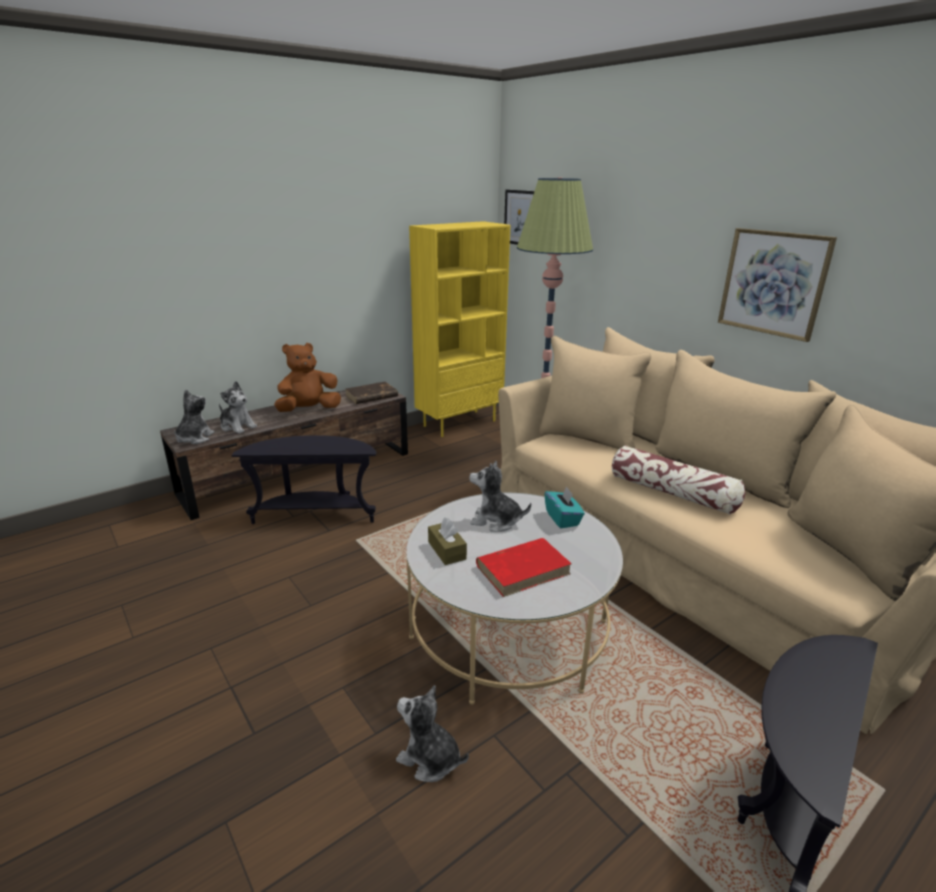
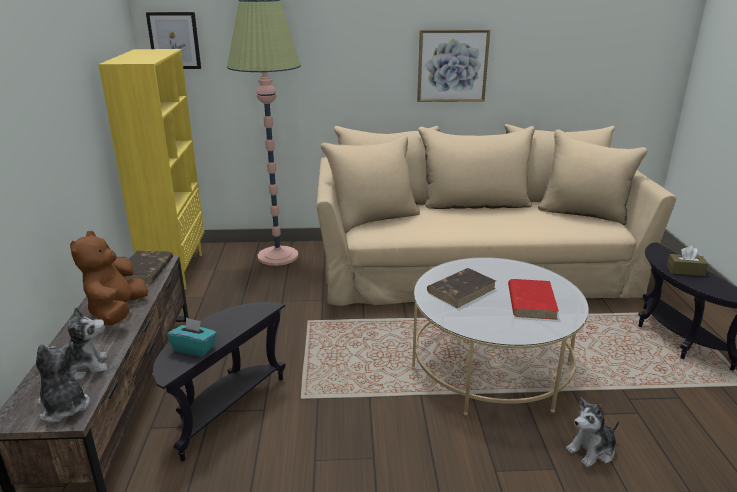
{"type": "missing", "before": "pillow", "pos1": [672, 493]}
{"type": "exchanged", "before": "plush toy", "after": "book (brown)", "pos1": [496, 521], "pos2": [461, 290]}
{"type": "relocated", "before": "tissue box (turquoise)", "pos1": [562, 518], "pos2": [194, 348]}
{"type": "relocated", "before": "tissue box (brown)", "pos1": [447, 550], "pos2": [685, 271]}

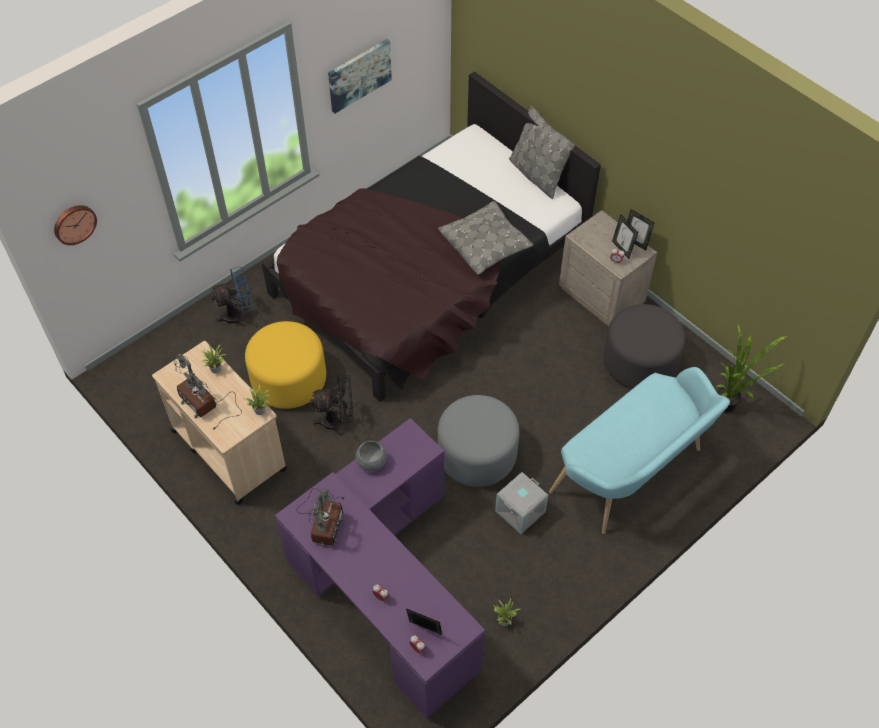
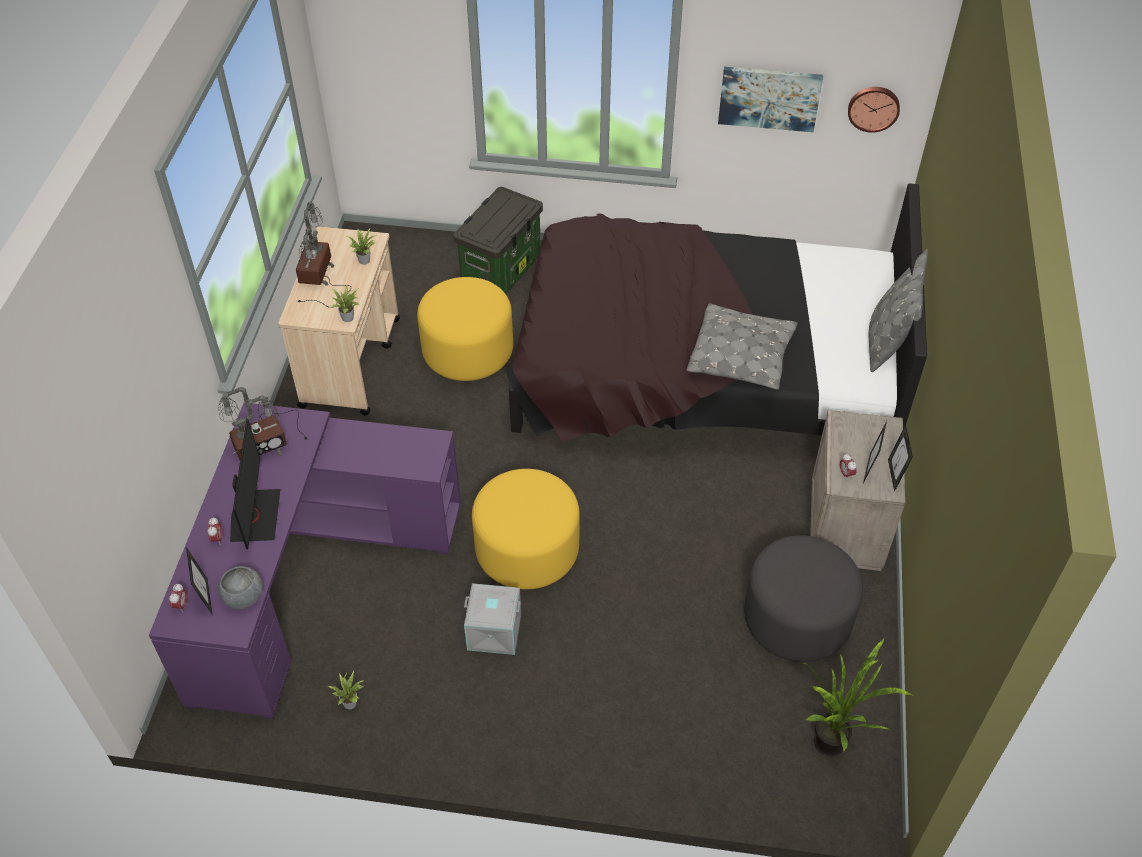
{"type": "relocated", "before": "wall clock", "pos1": [74, 223], "pos2": [873, 107]}
{"type": "exchanged", "before": "fan (blue)", "after": "storage box", "pos1": [238, 315], "pos2": [501, 270]}
{"type": "missing", "before": "bench (turquoise)", "pos1": [632, 474]}
{"type": "missing", "before": "fan (black)", "pos1": [337, 421]}
{"type": "colour", "before": "ottoman (grey)", "after": "ottoman (yellow)", "pos1": [477, 455], "pos2": [527, 550]}
{"type": "relocated", "before": "bowl (grey)", "pos1": [371, 462], "pos2": [243, 596]}
{"type": "appeared", "after": "monitor", "pos2": [254, 516]}

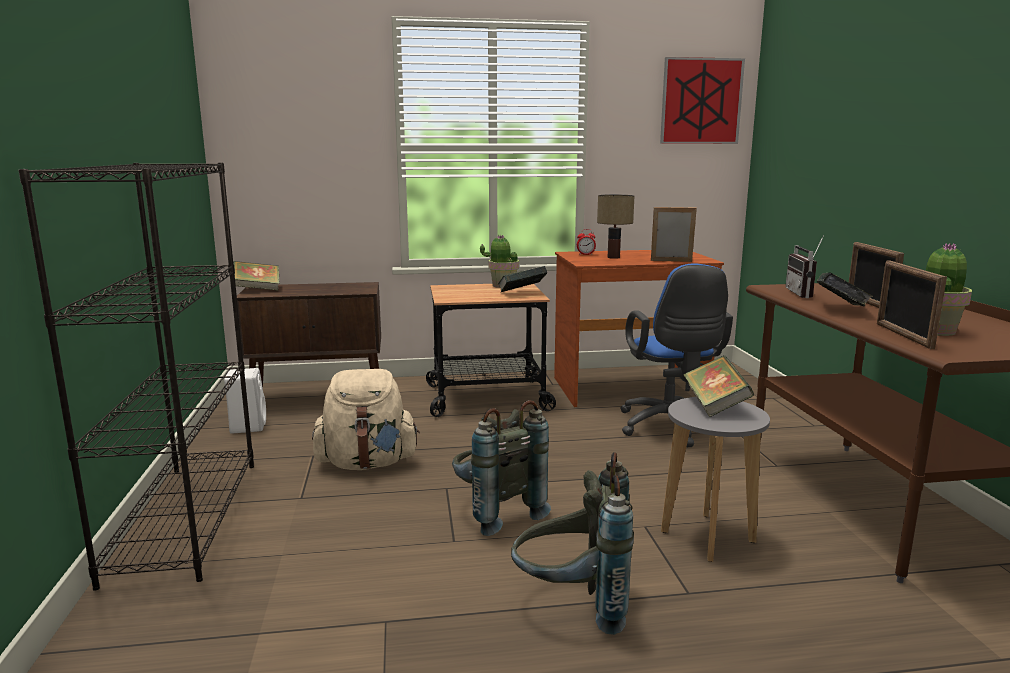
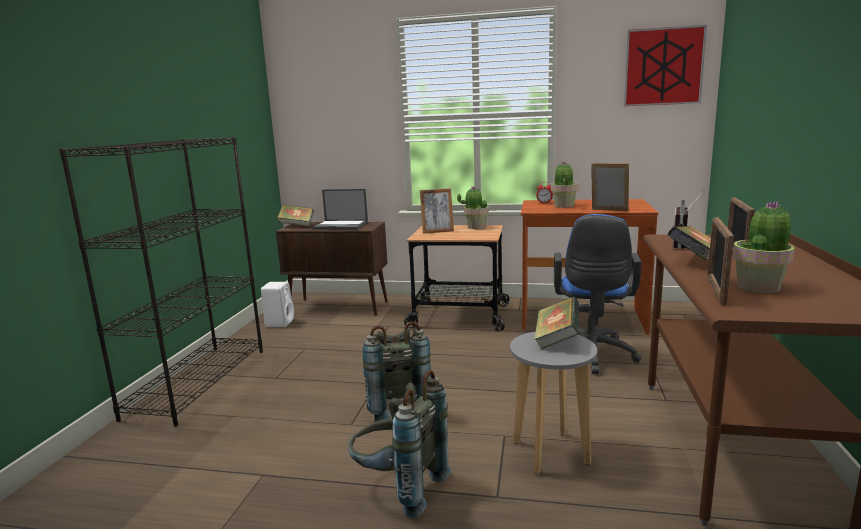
{"type": "exchanged", "before": "table lamp", "after": "potted plant", "pos1": [613, 257], "pos2": [563, 206]}
{"type": "missing", "before": "book", "pos1": [522, 293]}
{"type": "missing", "before": "backpack (beige)", "pos1": [367, 463]}
{"type": "appeared", "after": "picture frame", "pos2": [437, 231]}
{"type": "appeared", "after": "laptop", "pos2": [341, 225]}

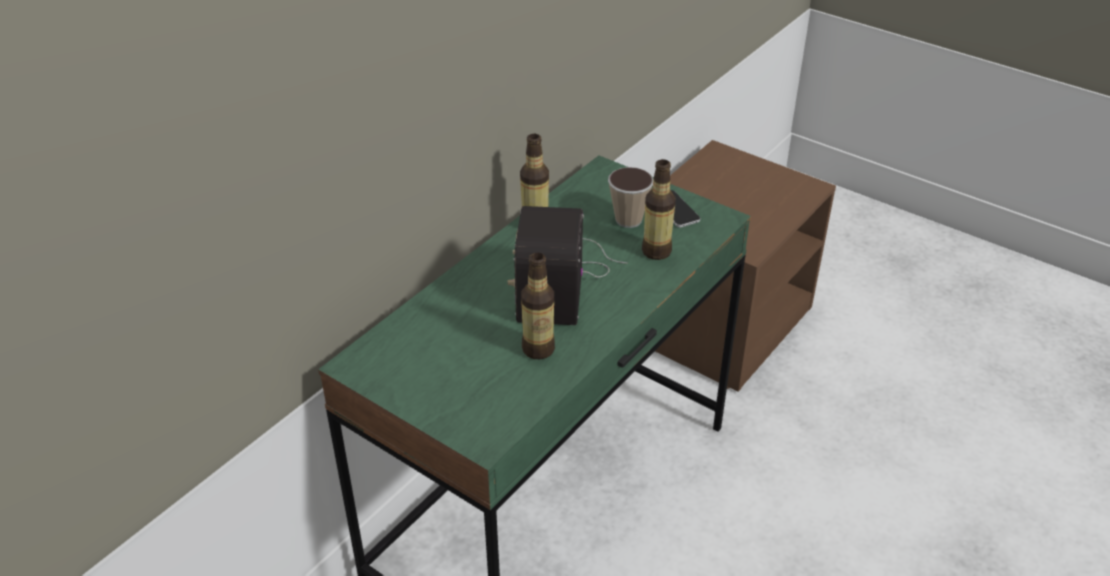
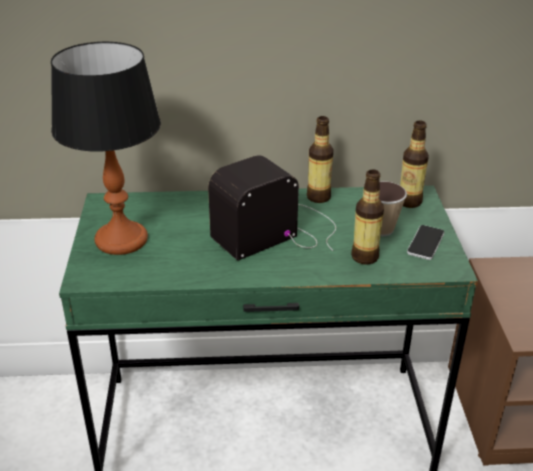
{"type": "relocated", "before": "bottle", "pos1": [538, 349], "pos2": [409, 202]}
{"type": "appeared", "after": "table lamp", "pos2": [120, 240]}

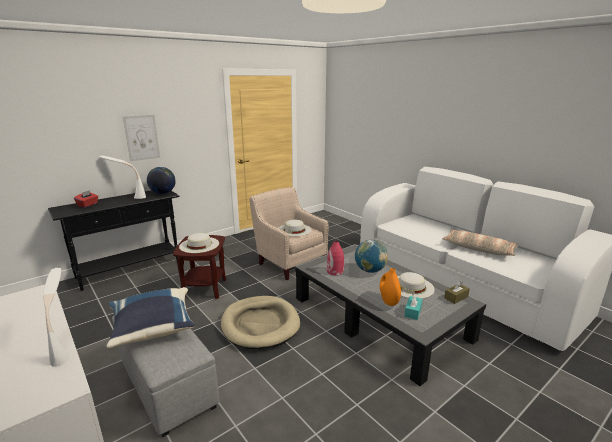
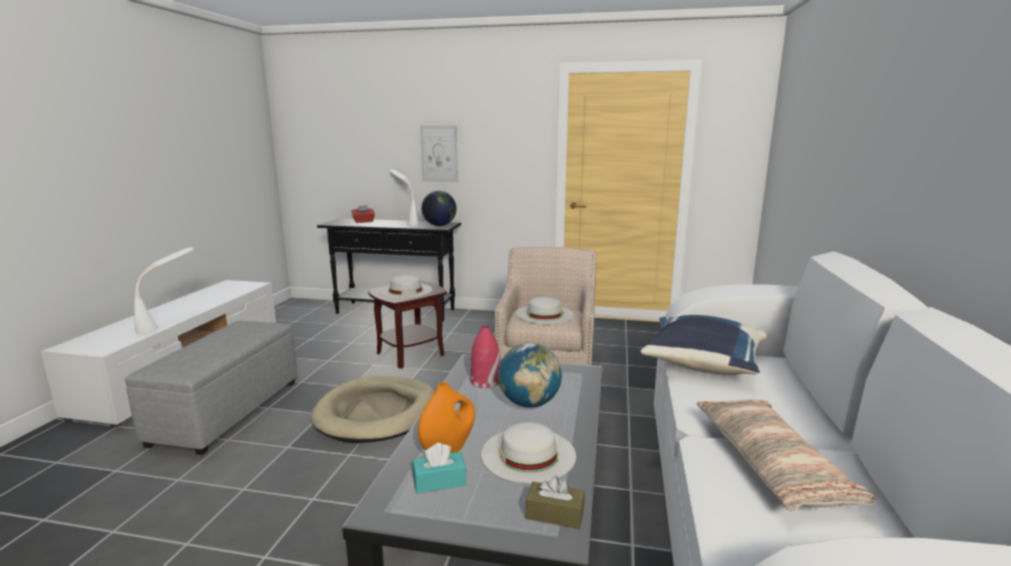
{"type": "relocated", "before": "pillow (blue)", "pos1": [153, 328], "pos2": [702, 364]}

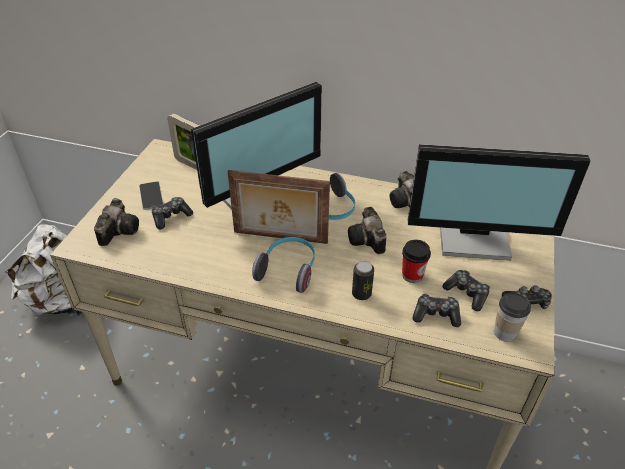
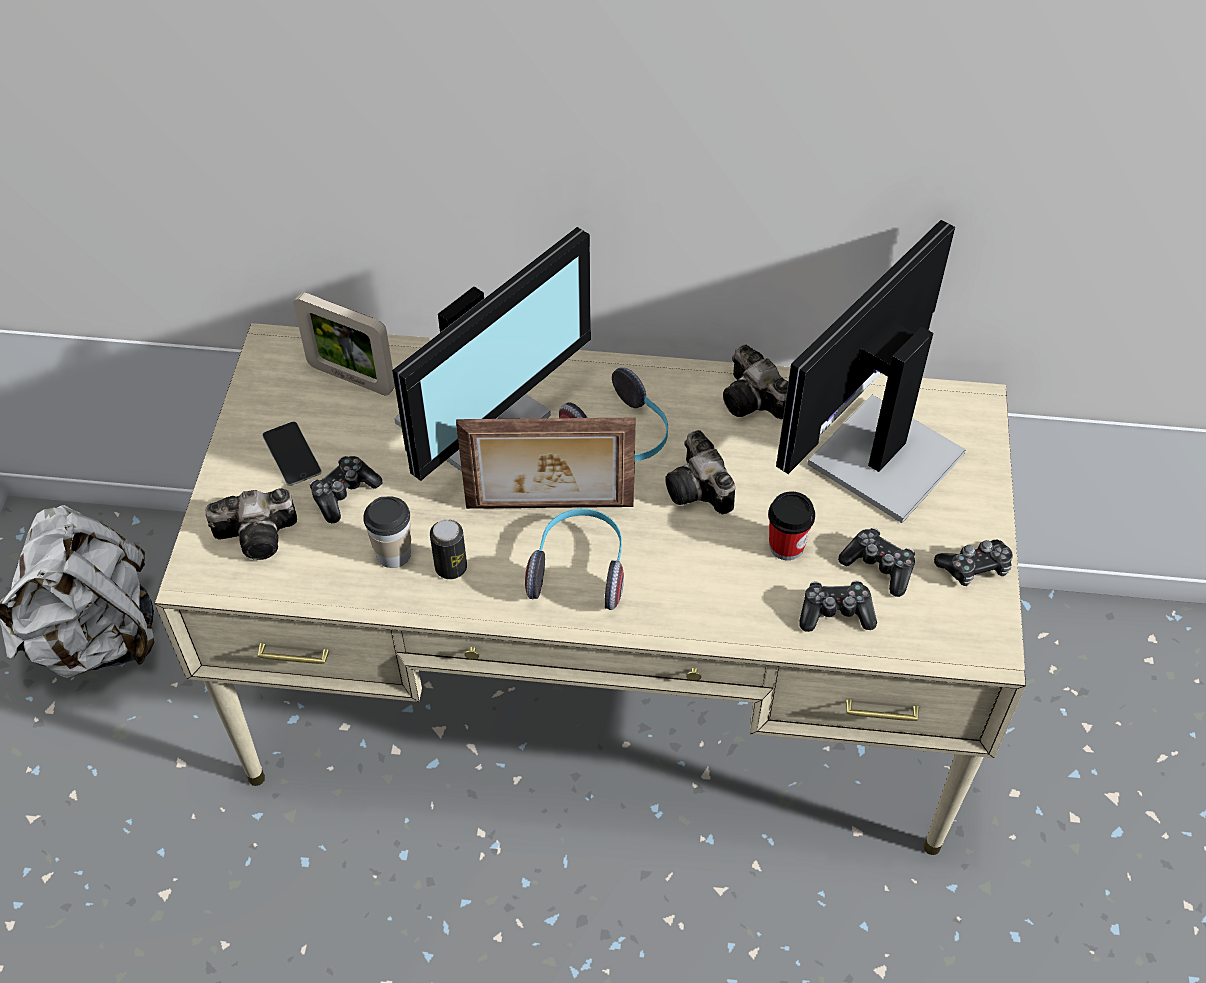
{"type": "spun", "before": "monitor", "pos1": [474, 238], "pos2": [878, 457], "turn": 135}
{"type": "spun", "before": "photo camera", "pos1": [120, 230], "pos2": [261, 534], "turn": 75}
{"type": "relocated", "before": "can", "pos1": [361, 294], "pos2": [451, 567]}
{"type": "relocated", "before": "cup", "pos1": [505, 332], "pos2": [393, 554]}

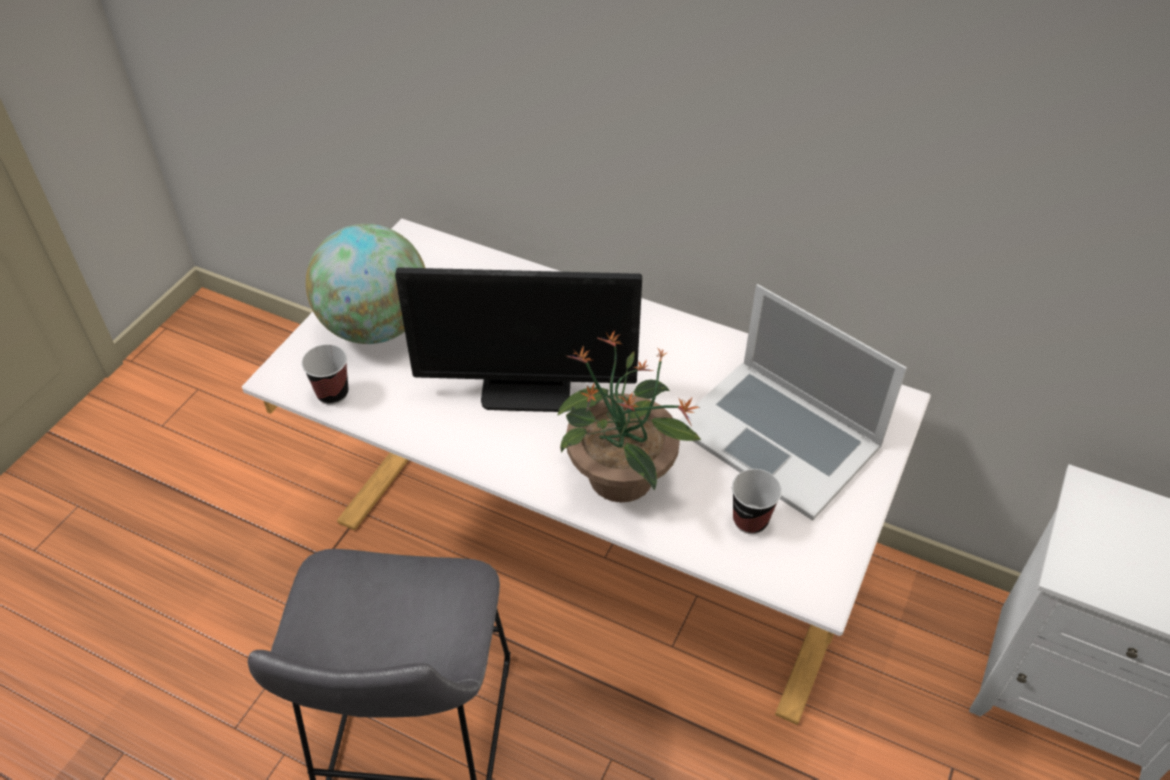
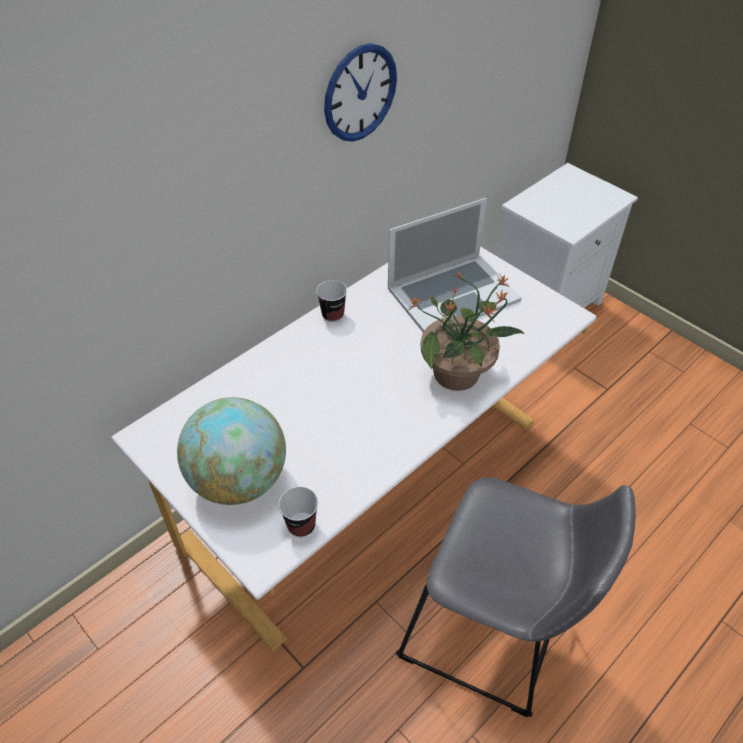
{"type": "missing", "before": "monitor", "pos1": [526, 389]}
{"type": "relocated", "before": "cup", "pos1": [750, 520], "pos2": [333, 315]}
{"type": "appeared", "after": "wall clock", "pos2": [360, 93]}

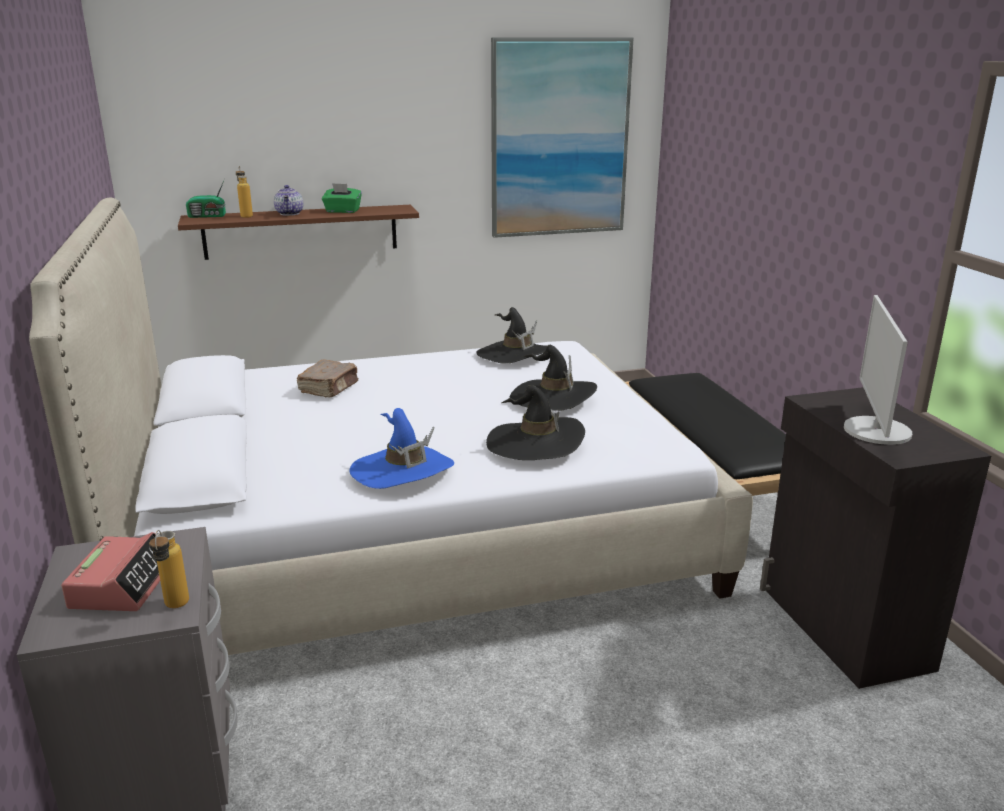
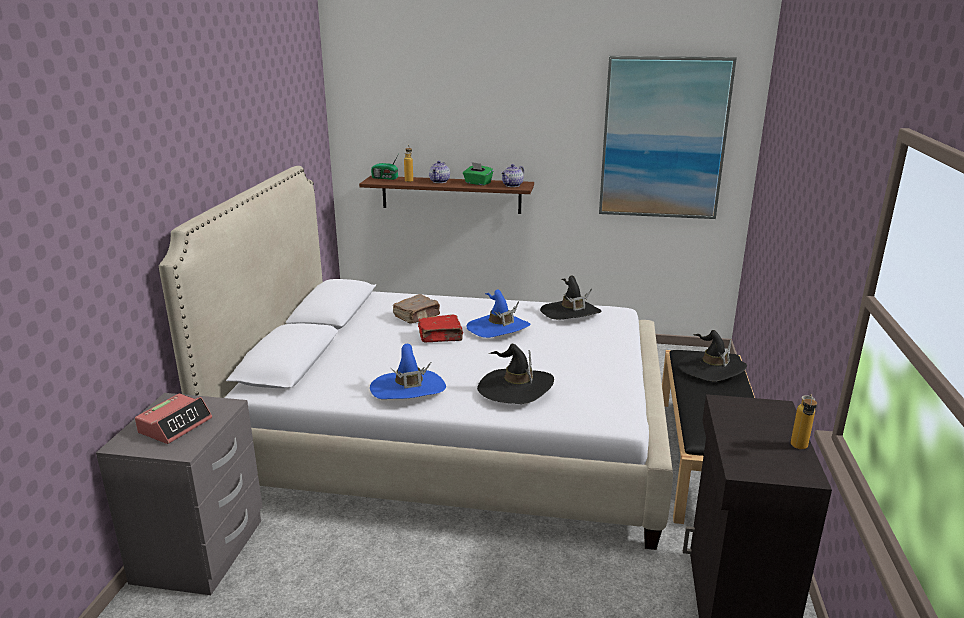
{"type": "missing", "before": "monitor", "pos1": [876, 431]}
{"type": "relocated", "before": "hat (black)", "pos1": [553, 398], "pos2": [711, 369]}
{"type": "relocated", "before": "bottle", "pos1": [175, 608], "pos2": [799, 449]}
{"type": "appeared", "after": "teapot", "pos2": [512, 185]}
{"type": "appeared", "after": "hat (blue)", "pos2": [498, 329]}
{"type": "appeared", "after": "book (red)", "pos2": [441, 337]}

